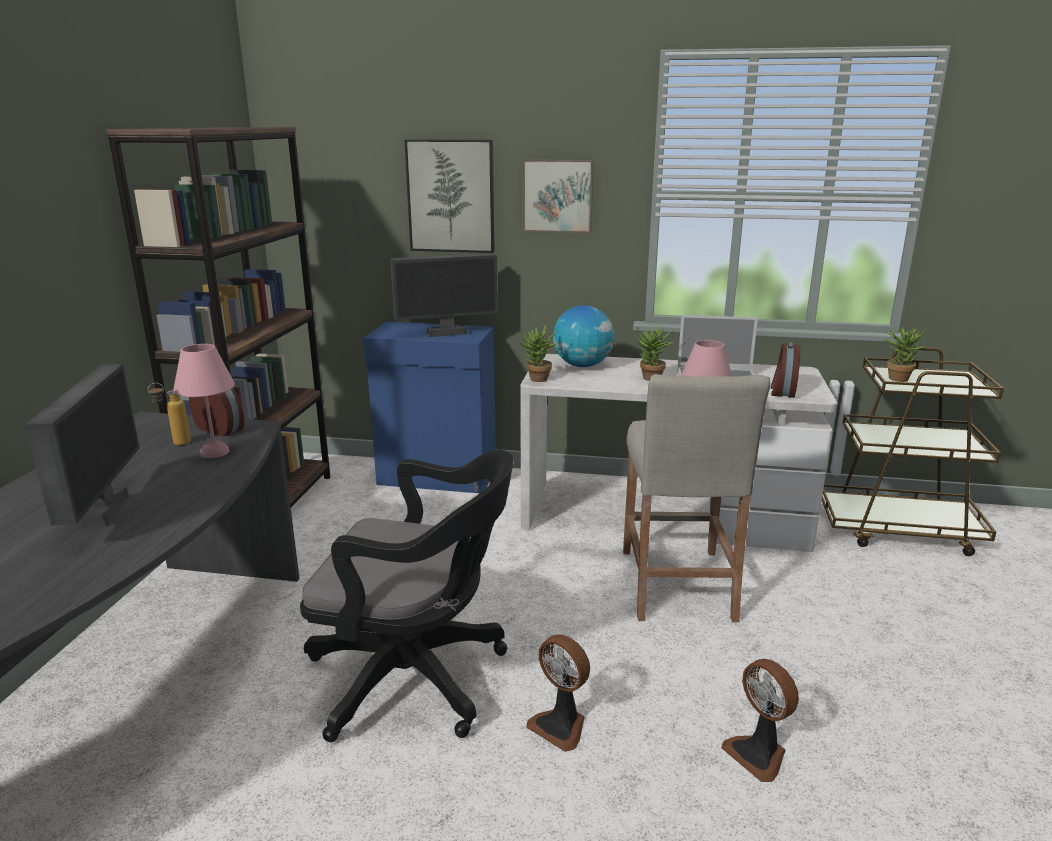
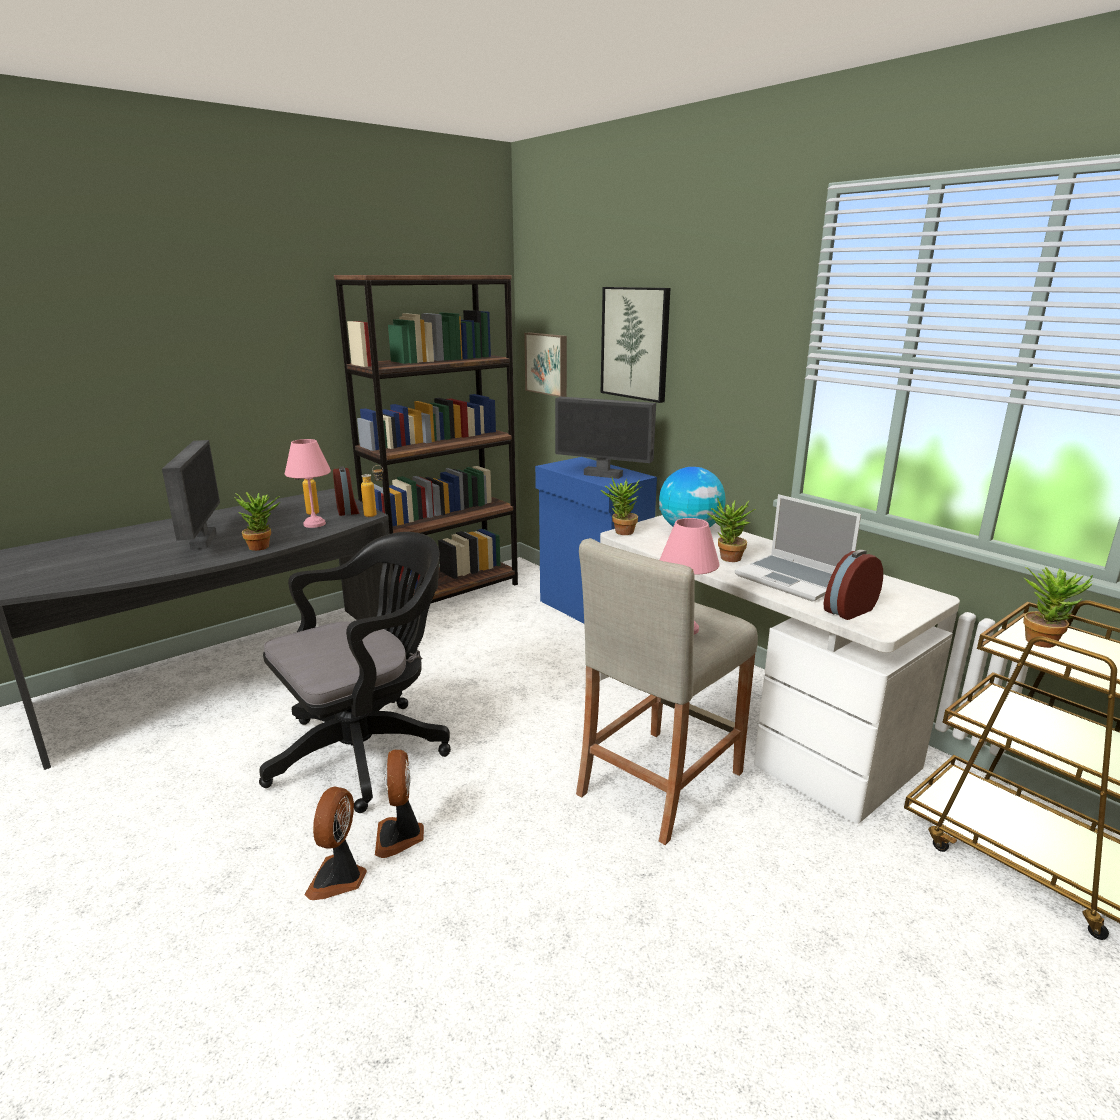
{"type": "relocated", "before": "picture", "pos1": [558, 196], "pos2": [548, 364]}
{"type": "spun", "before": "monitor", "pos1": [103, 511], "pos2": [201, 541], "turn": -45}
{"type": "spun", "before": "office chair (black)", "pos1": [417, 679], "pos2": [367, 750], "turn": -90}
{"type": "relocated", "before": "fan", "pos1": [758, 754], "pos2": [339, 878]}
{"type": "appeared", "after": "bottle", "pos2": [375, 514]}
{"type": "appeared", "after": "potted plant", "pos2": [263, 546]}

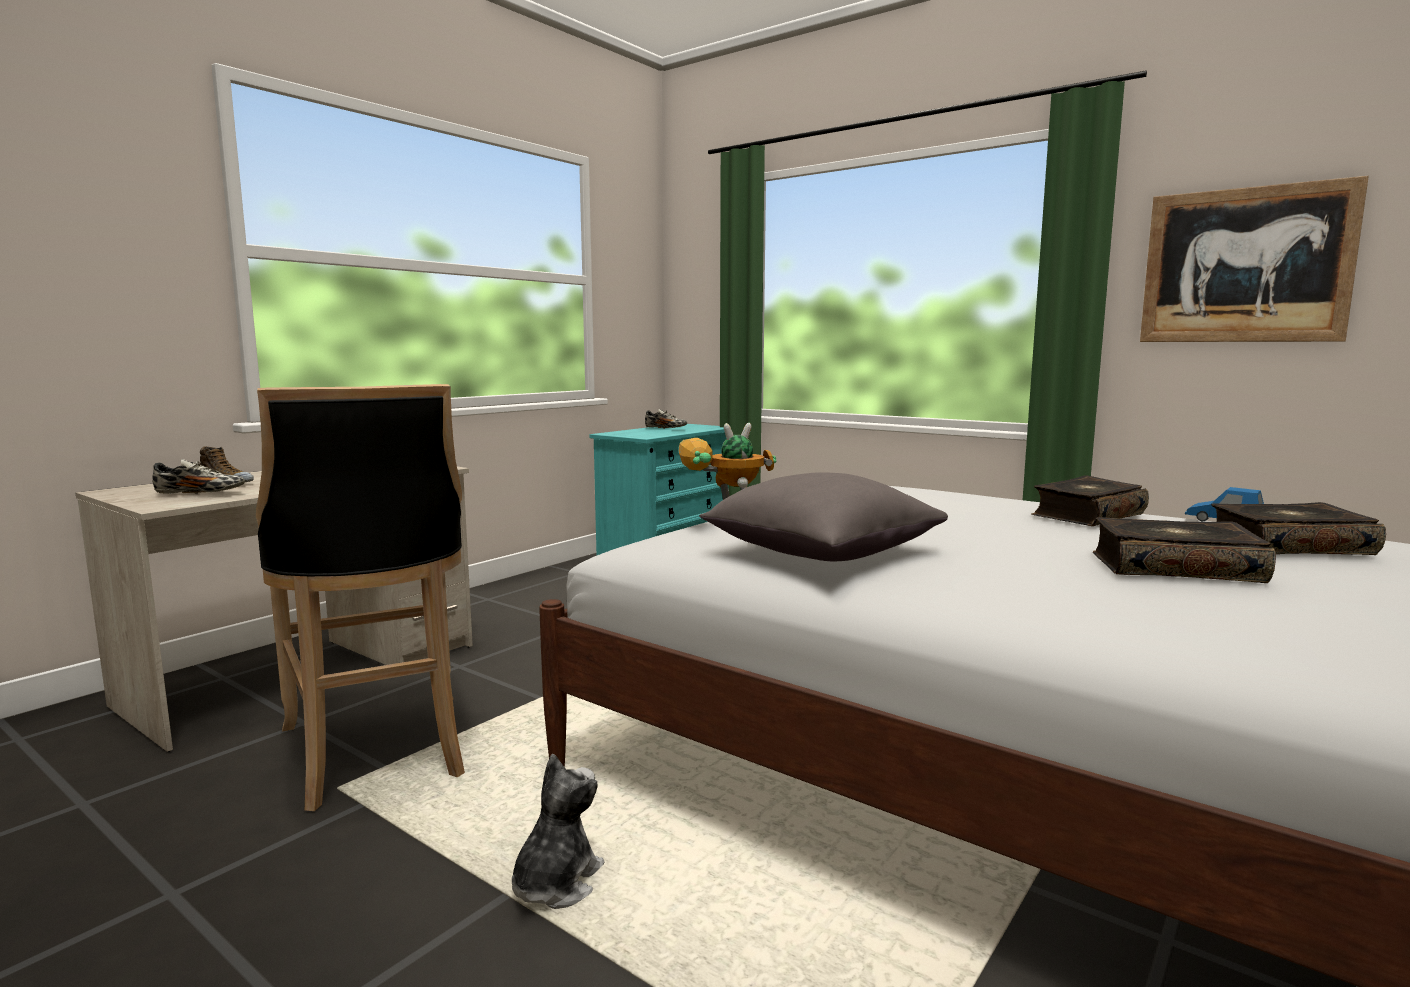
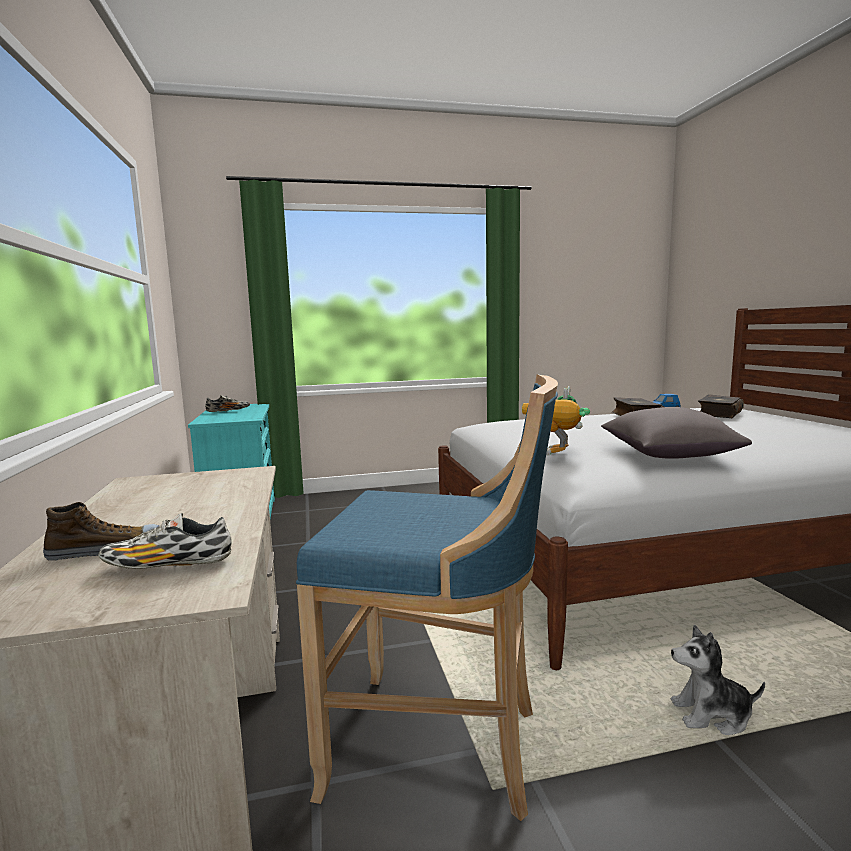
{"type": "missing", "before": "picture", "pos1": [1245, 266]}
{"type": "colour", "before": "stool (black)", "after": "stool (blue)", "pos1": [379, 753], "pos2": [441, 747]}
{"type": "spun", "before": "shoe", "pos1": [201, 494], "pos2": [168, 566], "turn": -135}
{"type": "missing", "before": "book", "pos1": [1174, 568]}
{"type": "spun", "before": "plush toy", "pos1": [555, 883], "pos2": [711, 715], "turn": -60}

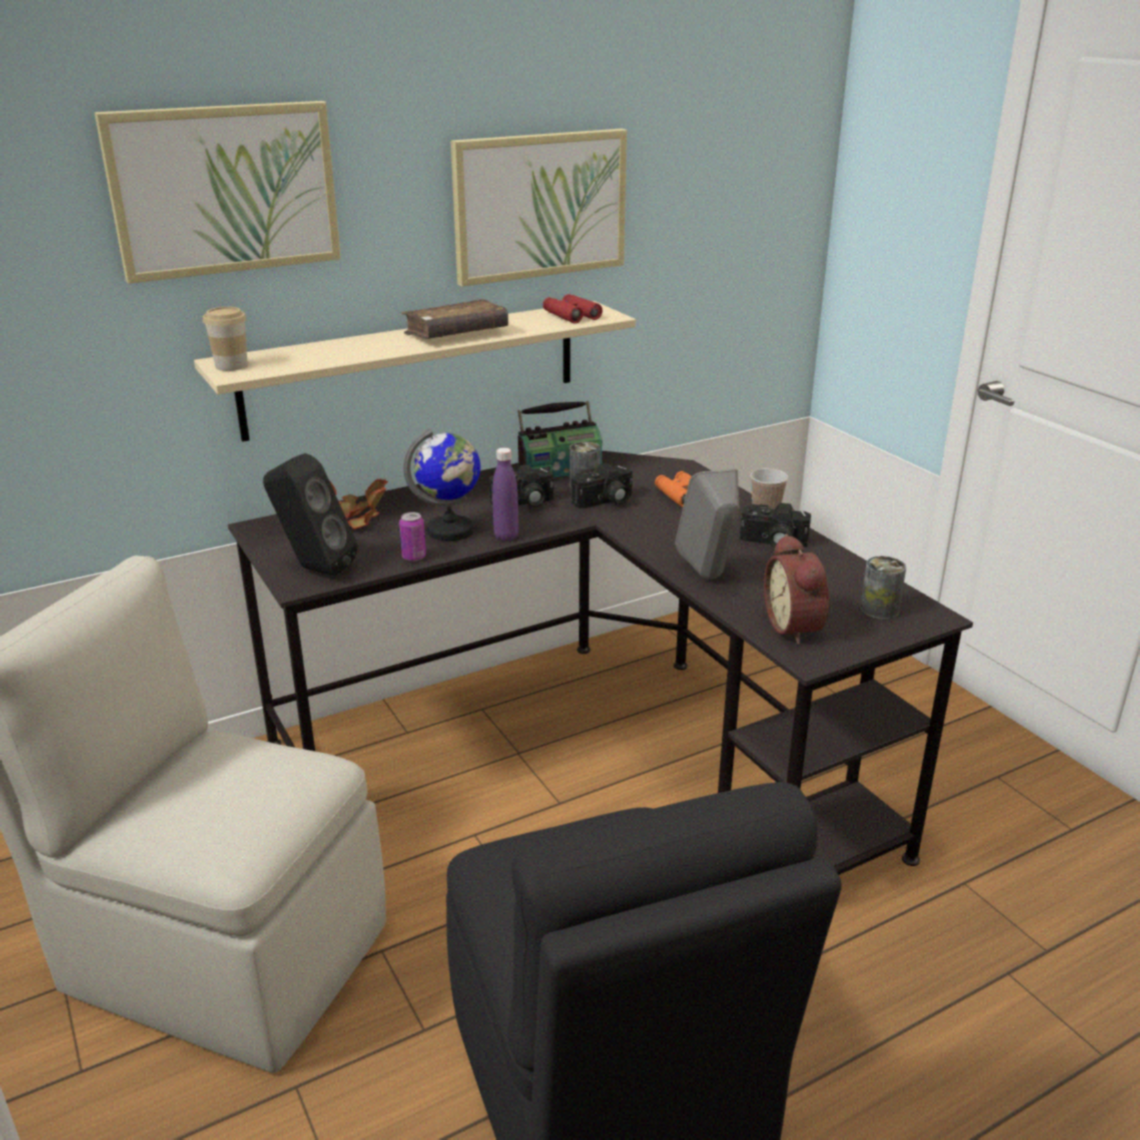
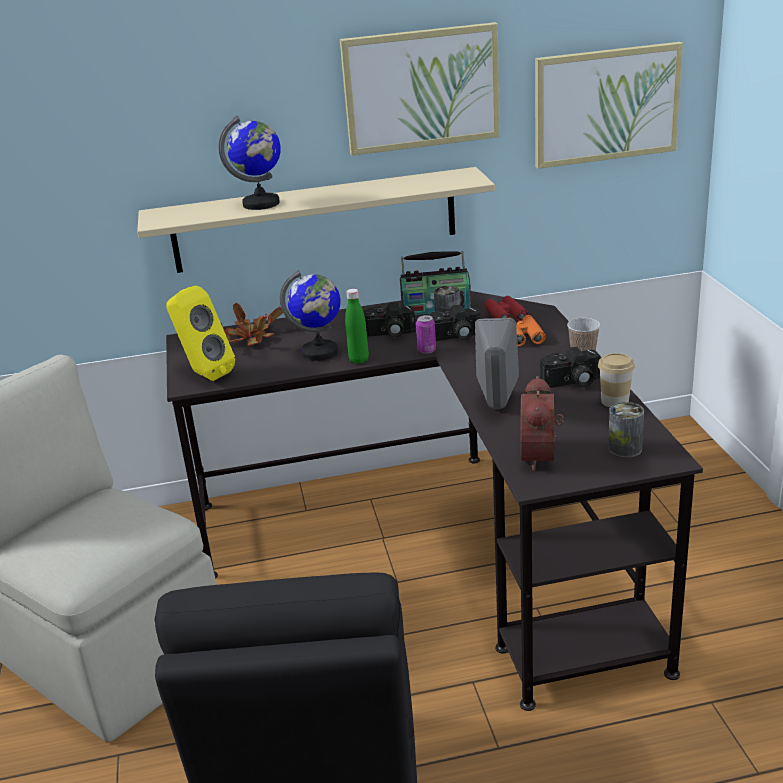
{"type": "relocated", "before": "picture", "pos1": [224, 190], "pos2": [606, 105]}
{"type": "relocated", "before": "binoculars (red)", "pos1": [571, 315], "pos2": [505, 315]}
{"type": "missing", "before": "book (brown)", "pos1": [456, 334]}
{"type": "relocated", "before": "cup", "pos1": [231, 366], "pos2": [615, 401]}
{"type": "colour", "before": "bottle (purple)", "after": "bottle (green)", "pos1": [506, 536], "pos2": [359, 360]}
{"type": "colour", "before": "speaker (black)", "after": "speaker (yellow)", "pos1": [313, 569], "pos2": [204, 374]}
{"type": "spun", "before": "photo camera", "pos1": [772, 543], "pos2": [572, 383], "turn": -45}
{"type": "relocated", "before": "can", "pos1": [414, 557], "pos2": [426, 350]}
{"type": "appeared", "after": "globe", "pos2": [261, 204]}

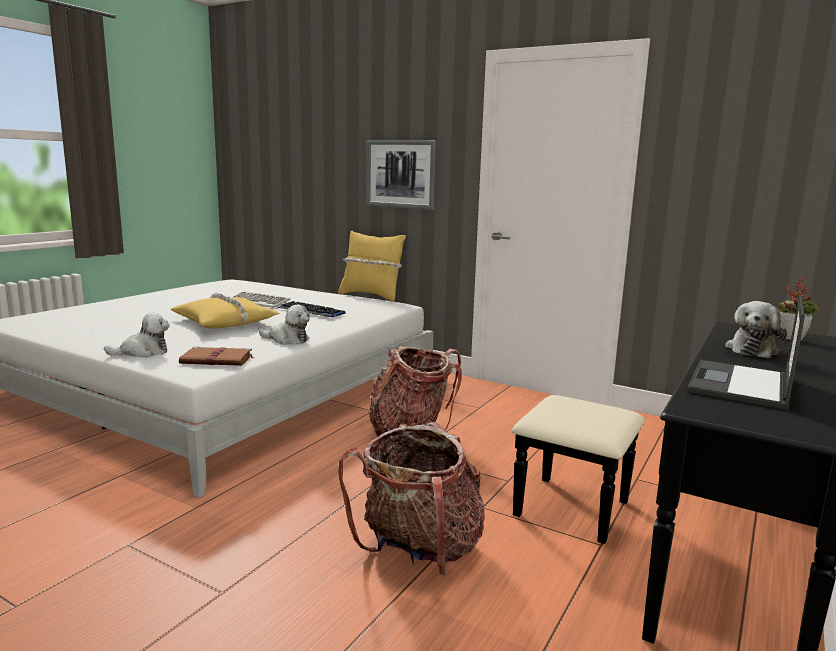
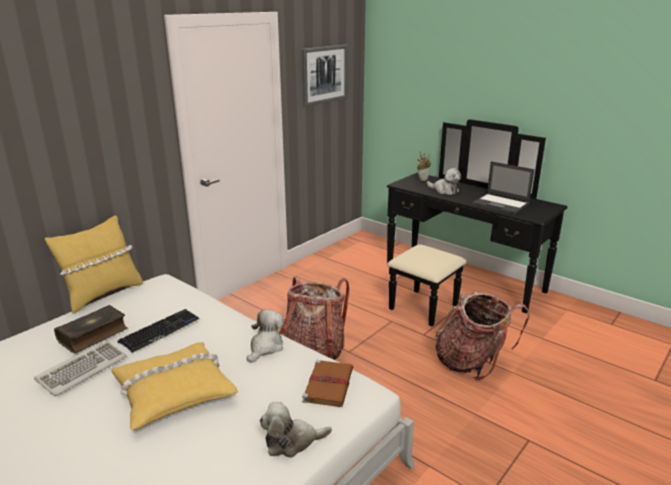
{"type": "relocated", "before": "picture", "pos1": [400, 174], "pos2": [324, 74]}
{"type": "spun", "before": "plush toy", "pos1": [143, 352], "pos2": [292, 441], "turn": -90}
{"type": "appeared", "after": "book", "pos2": [93, 335]}

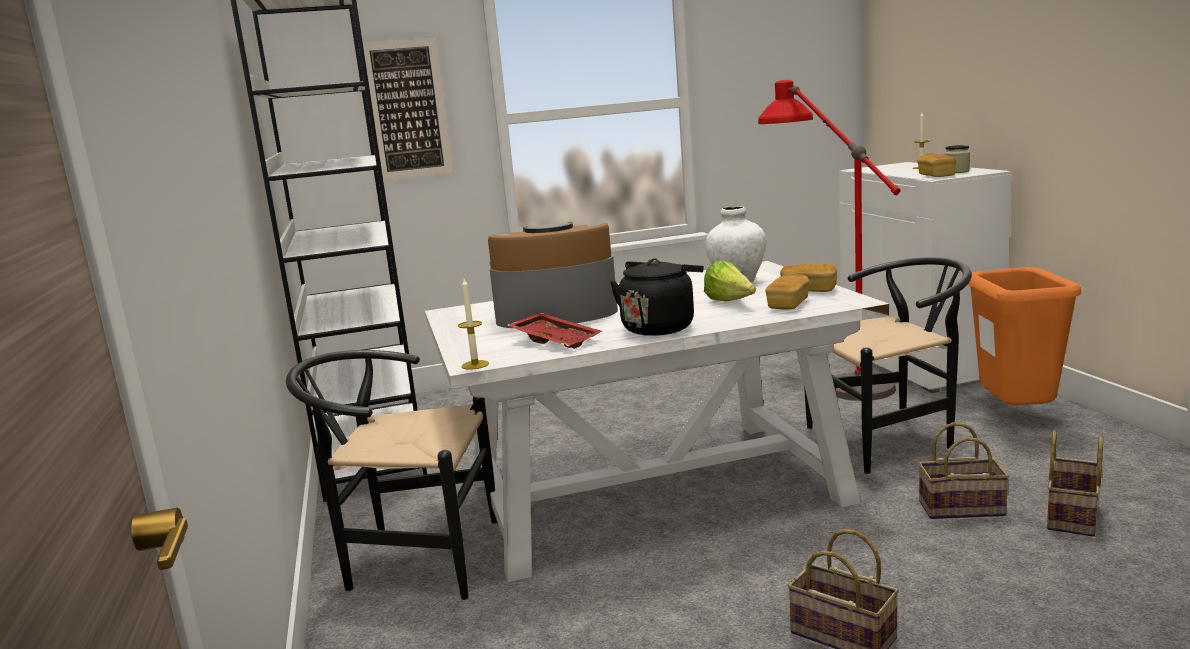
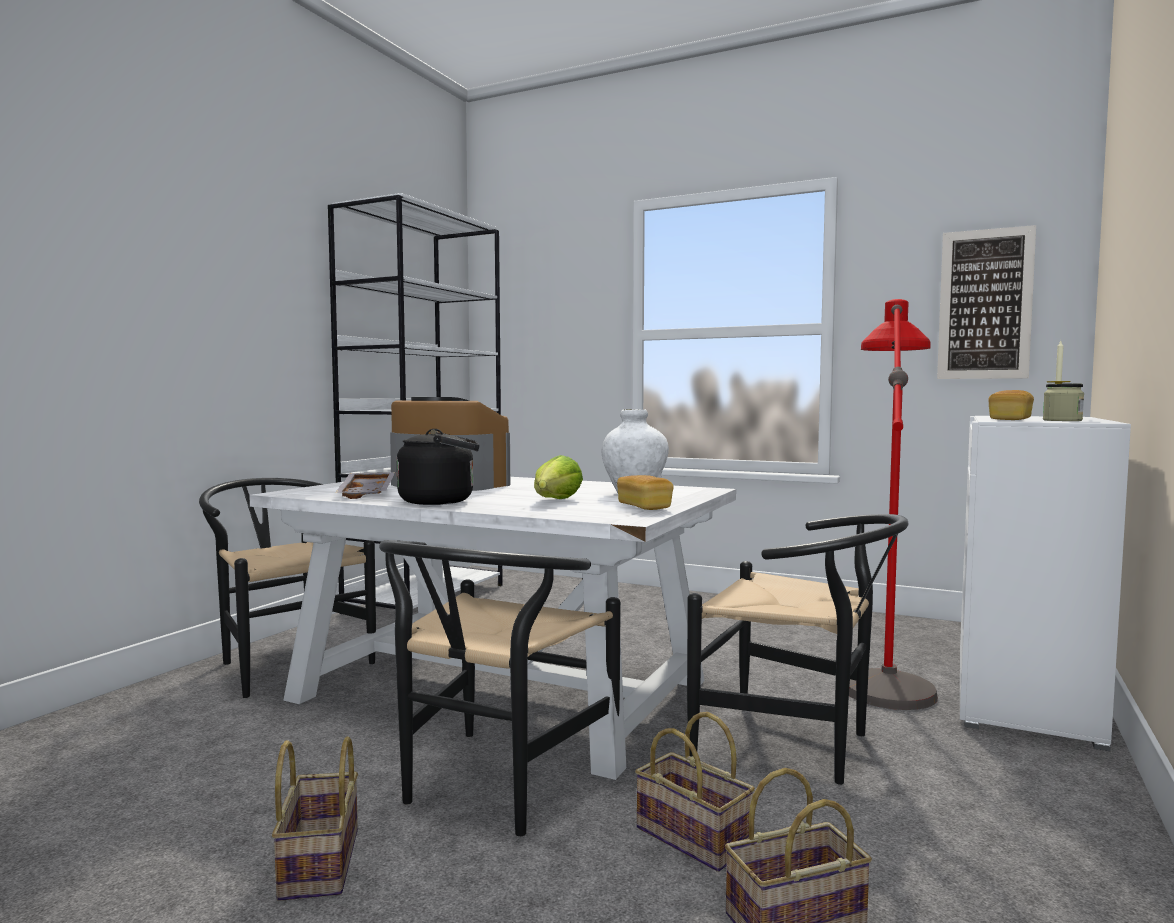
{"type": "relocated", "before": "picture", "pos1": [407, 109], "pos2": [985, 304]}
{"type": "missing", "before": "trash can (orange)", "pos1": [1016, 417]}
{"type": "missing", "before": "bread", "pos1": [788, 305]}
{"type": "missing", "before": "candle", "pos1": [475, 365]}
{"type": "colour", "before": "tray (red)", "after": "tray (grey)", "pos1": [556, 340], "pos2": [368, 494]}
{"type": "appeared", "after": "chair (black)", "pos2": [494, 788]}

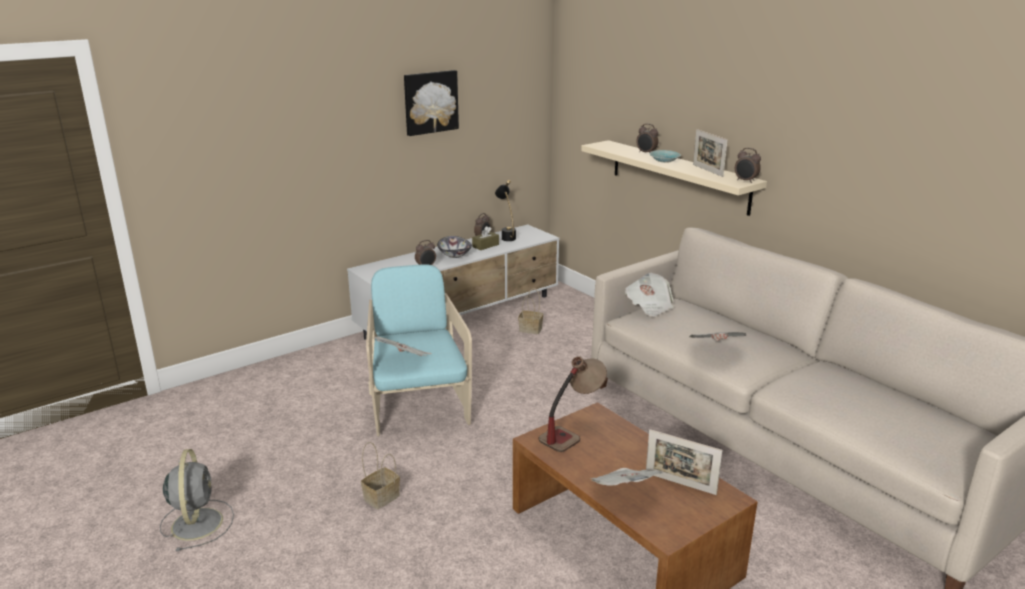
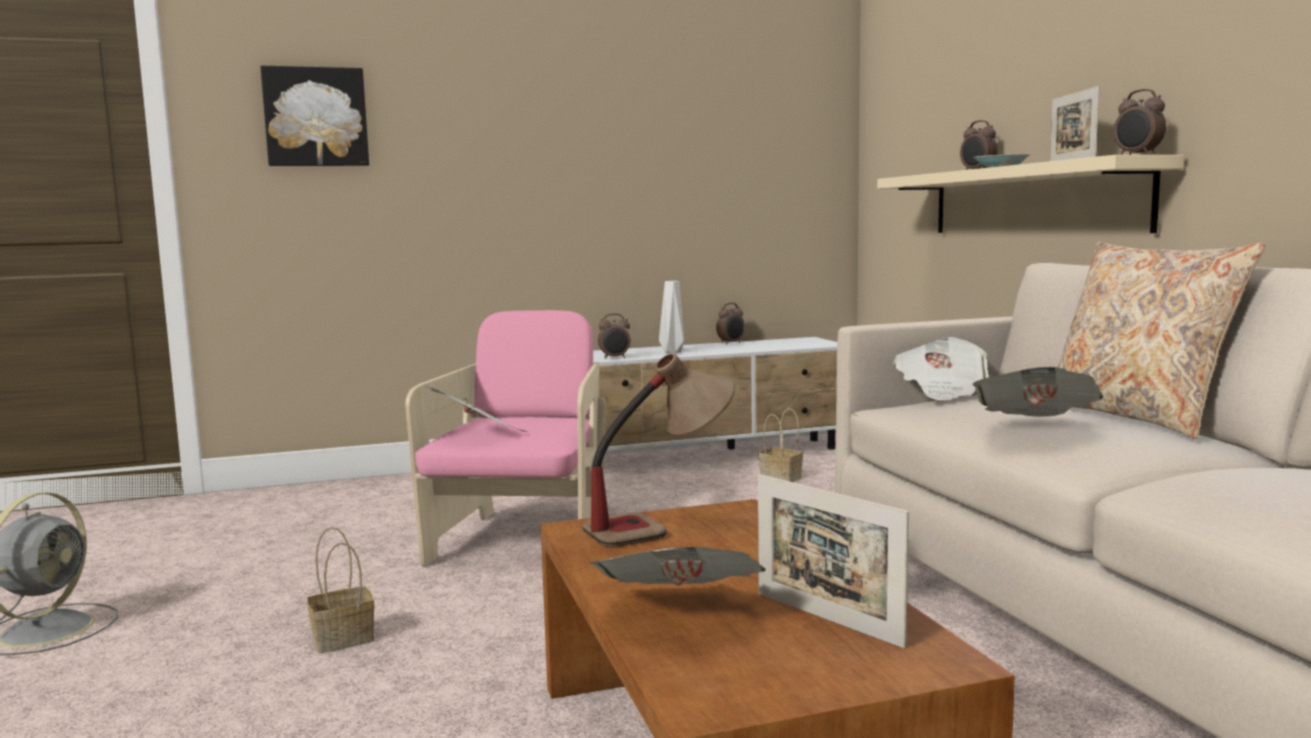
{"type": "relocated", "before": "picture", "pos1": [430, 102], "pos2": [316, 117]}
{"type": "missing", "before": "table lamp (black)", "pos1": [506, 236]}
{"type": "missing", "before": "tissue box (brown)", "pos1": [485, 245]}
{"type": "exchanged", "before": "bowl", "after": "vase (grey)", "pos1": [455, 255], "pos2": [671, 352]}
{"type": "colour", "before": "armchair (turquoise)", "after": "armchair (pink)", "pos1": [418, 405], "pos2": [523, 540]}
{"type": "appeared", "after": "pillow (beige)", "pos2": [1137, 417]}

